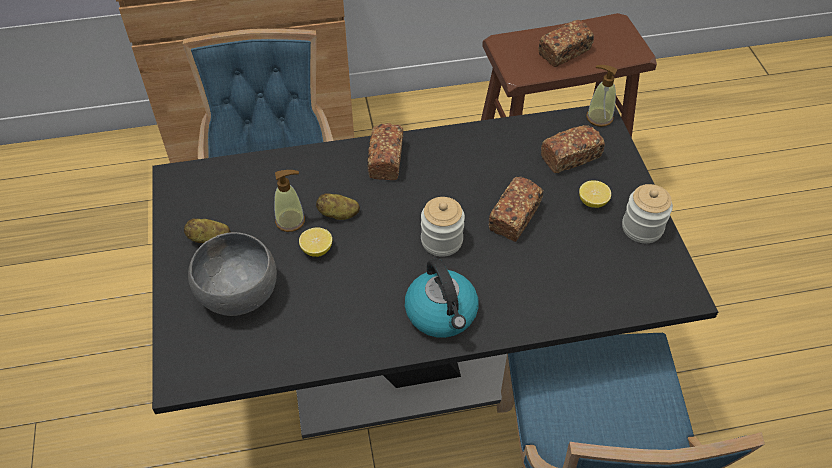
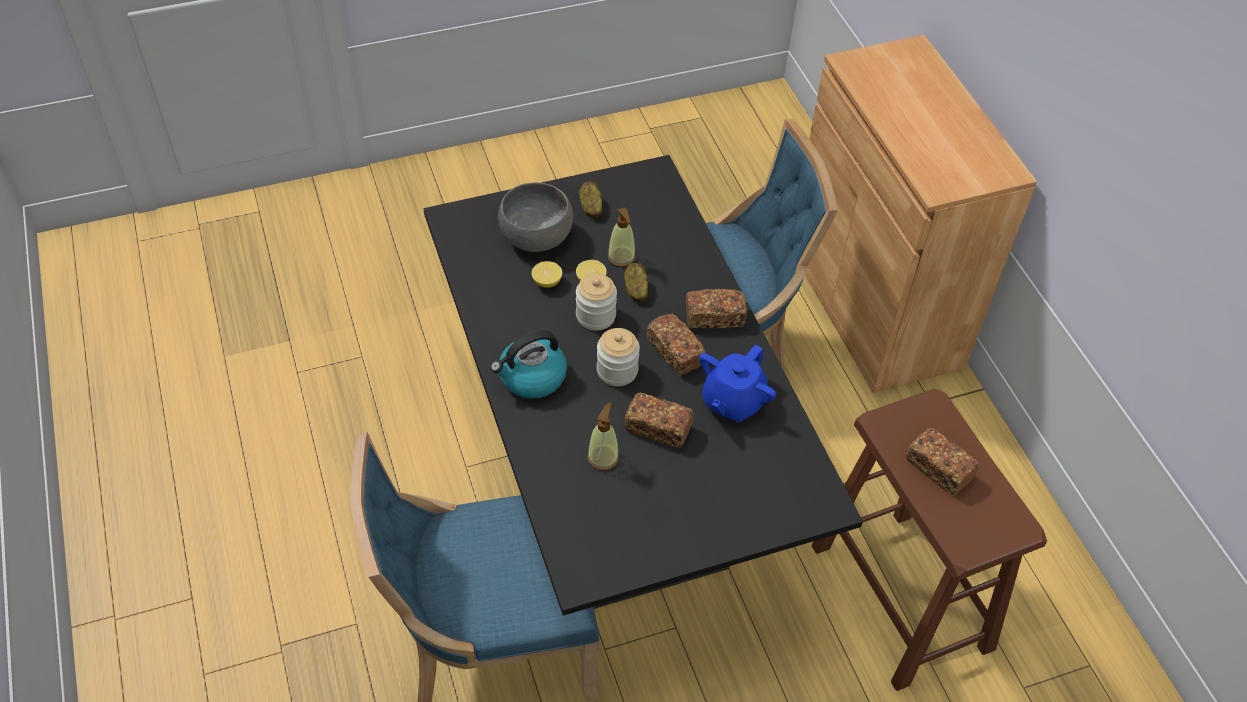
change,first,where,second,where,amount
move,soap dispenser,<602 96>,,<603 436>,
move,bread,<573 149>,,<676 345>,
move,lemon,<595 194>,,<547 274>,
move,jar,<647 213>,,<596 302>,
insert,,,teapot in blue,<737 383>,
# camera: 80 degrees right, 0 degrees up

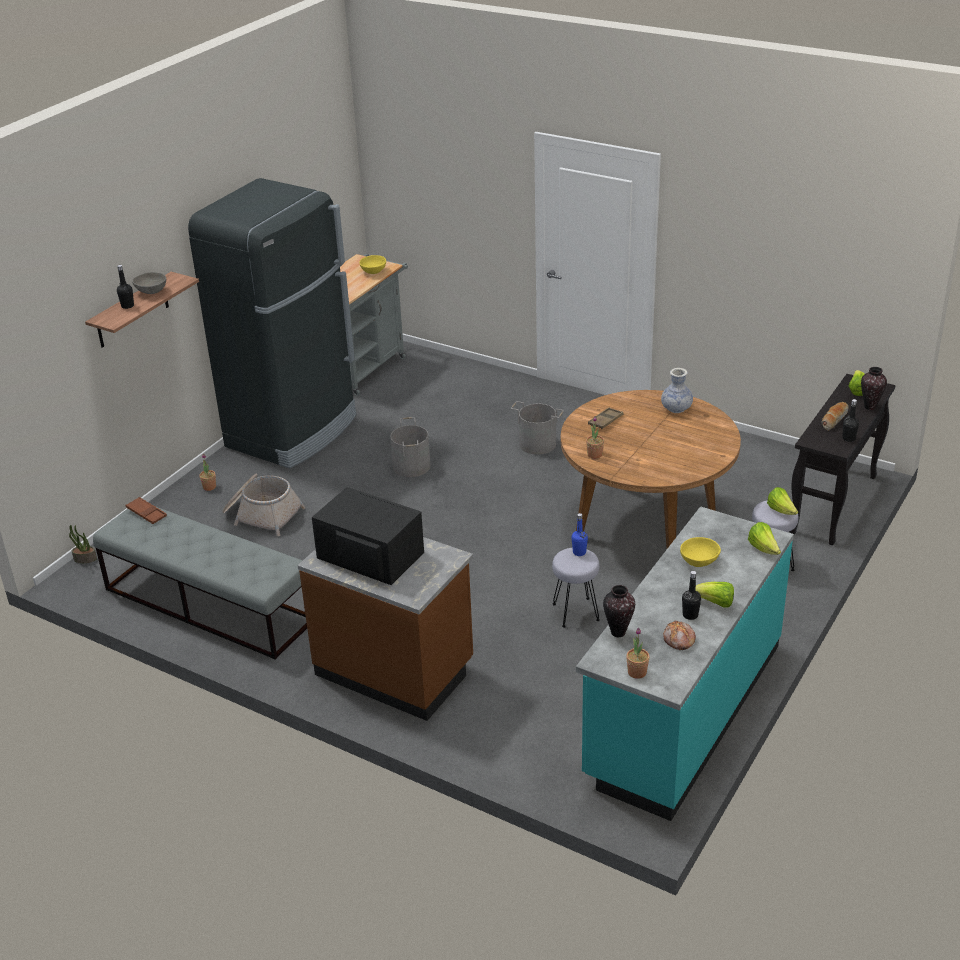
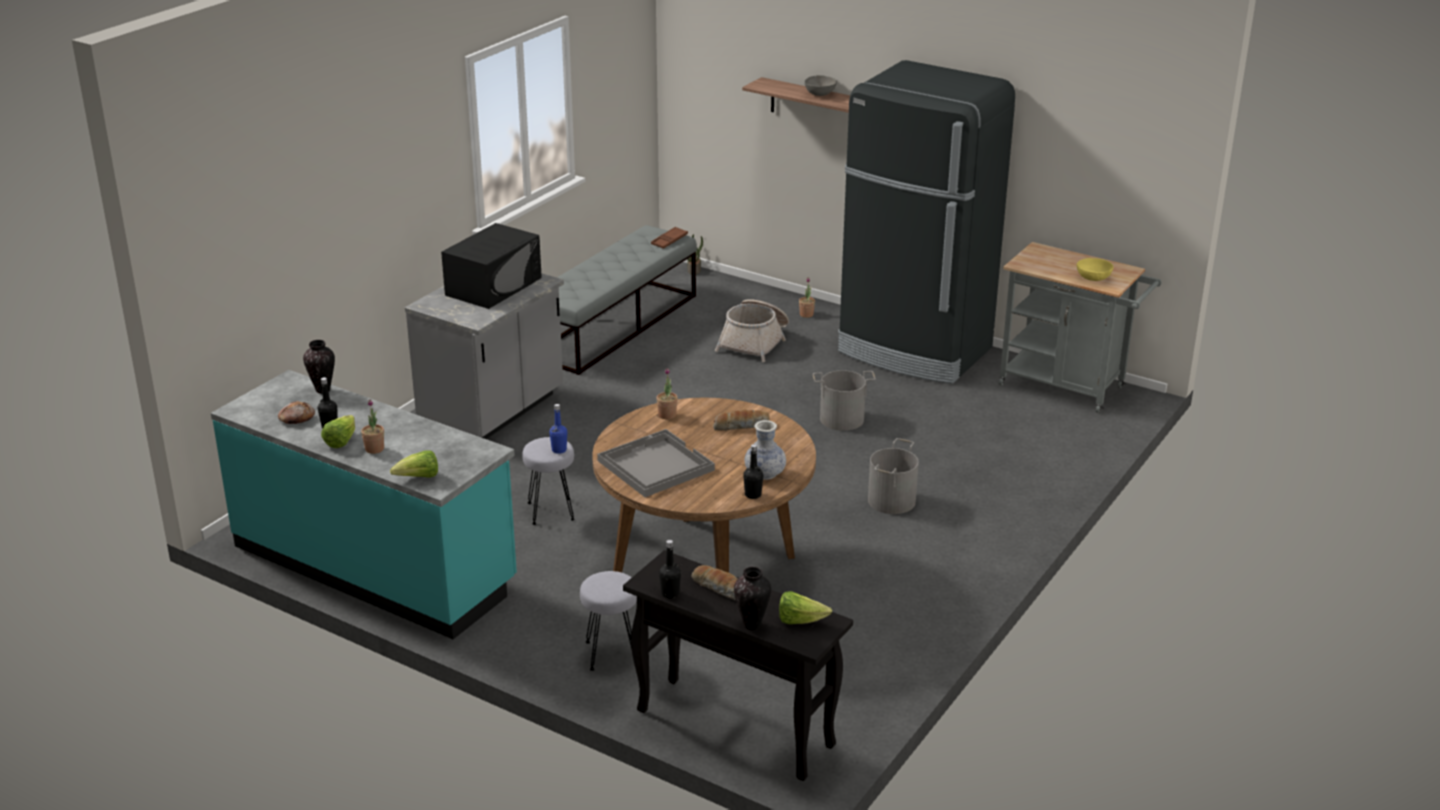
change,first,where,second,where,amount
move,bottle in black,<125 287>,,<753 471>,
replace,tray in brown,<605 418>,bread,<741 420>,
delete,lettuce,<782 501>,,,
recolor,counter in brown,<385 629>,counter in grey,<484 356>,
delete,bowl in yellow,<700 552>,,,
move,potted plant,<637 653>,,<372 426>,
insert,,,tray in grey,<656 463>,
# camera: 90 degrees right, 5 degrees down

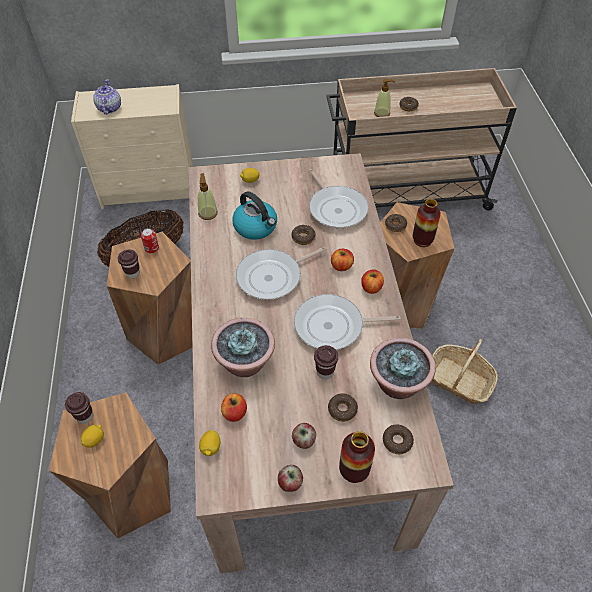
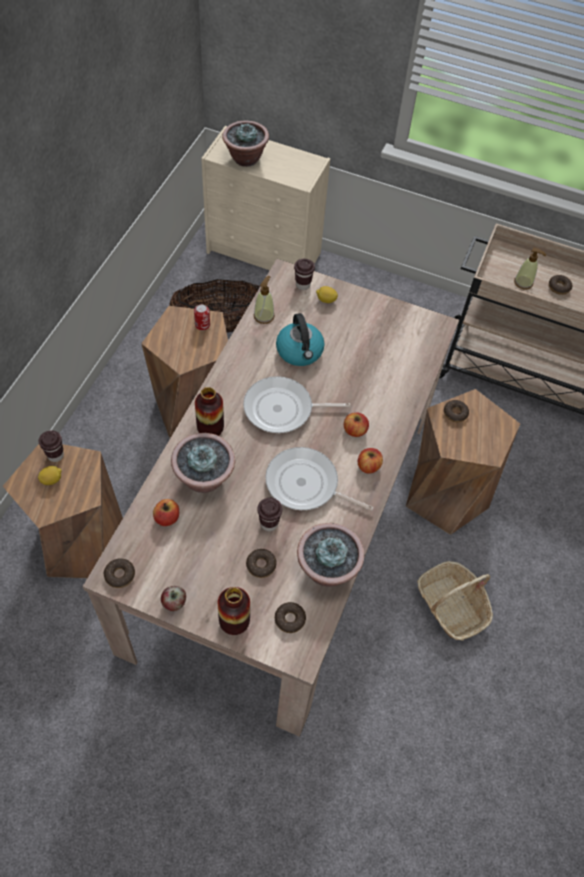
change,first,where,second,where,amount
replace,teapot,<107 97>,potted plant,<245 144>,
delete,frying pan,<338 198>,,,
move,vase,<427 223>,,<209 411>,
move,donut,<304 235>,,<119 573>,
move,cup in brown,<129 264>,,<304 274>,
delete,apple,<304 436>,,,
delete,lemon,<209 443>,,,
# camera: 25 degrees right, 5 degrees up

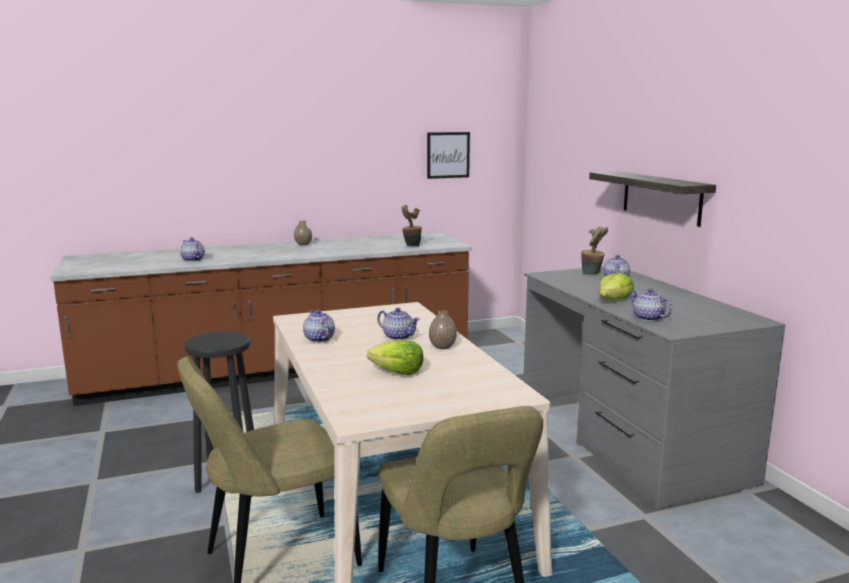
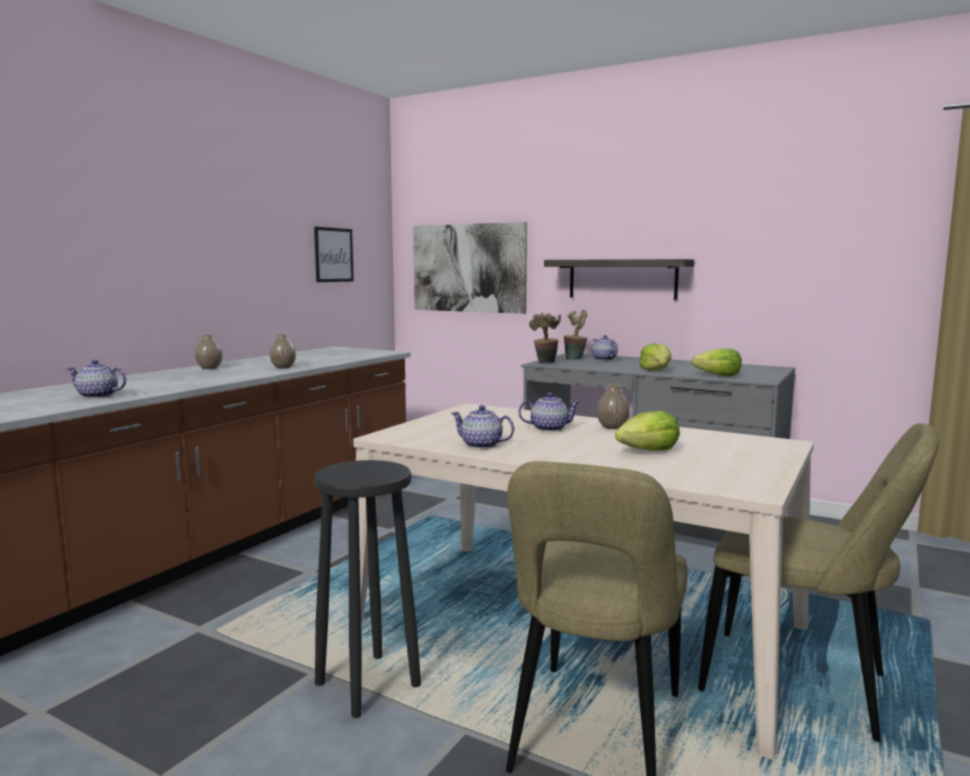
change,first,where,second,where,amount
move,potted plant,<412 225>,,<545 337>,
replace,teapot,<651 304>,lettuce,<717 362>,
insert,,,picture,<470 268>,
insert,,,vase,<283 351>,
# camera: 40 degrees left, 5 degrees down

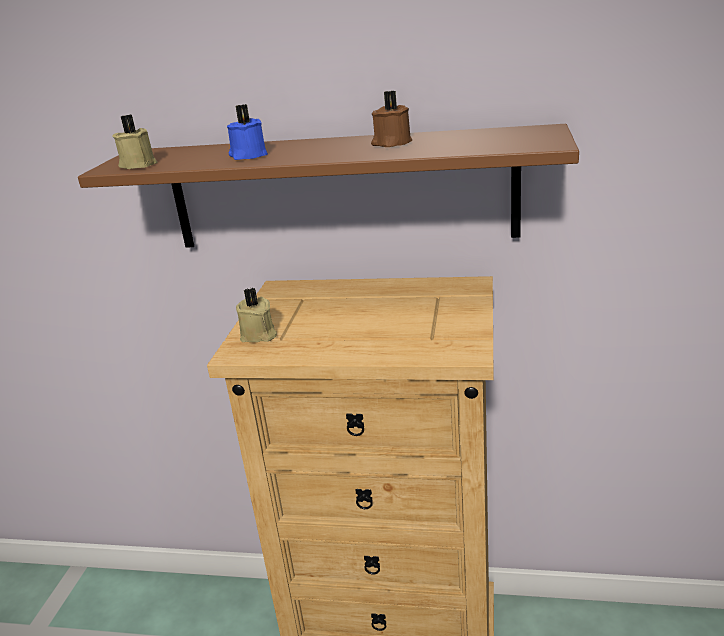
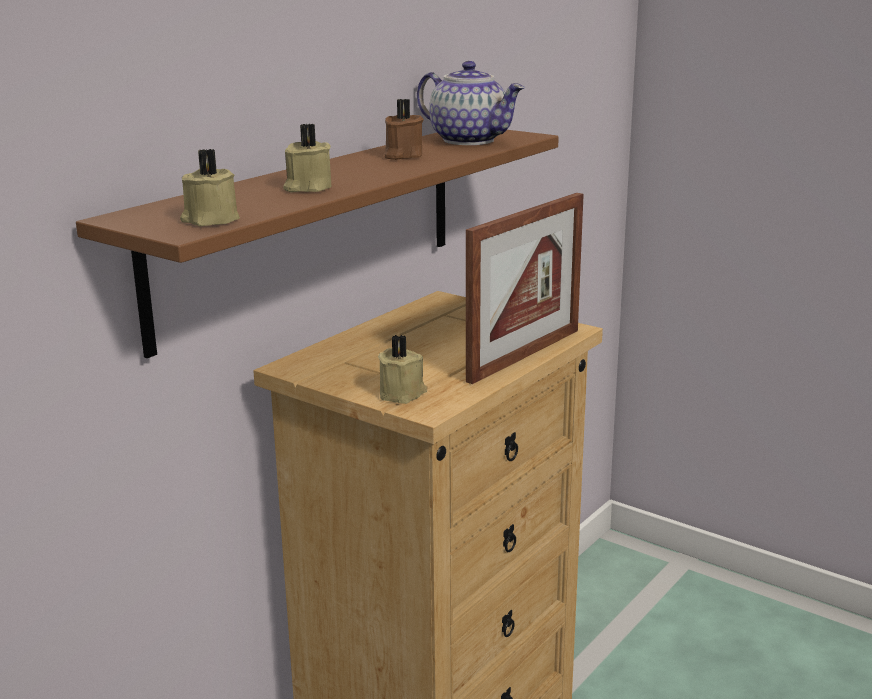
change,first,where,second,where,amount
recolor,candle in blue,<247 132>,candle in beige,<307 158>,
insert,,,teapot,<471 103>,
insert,,,picture frame,<525 288>,
# camera: 65 degrees left, 5 degrees down

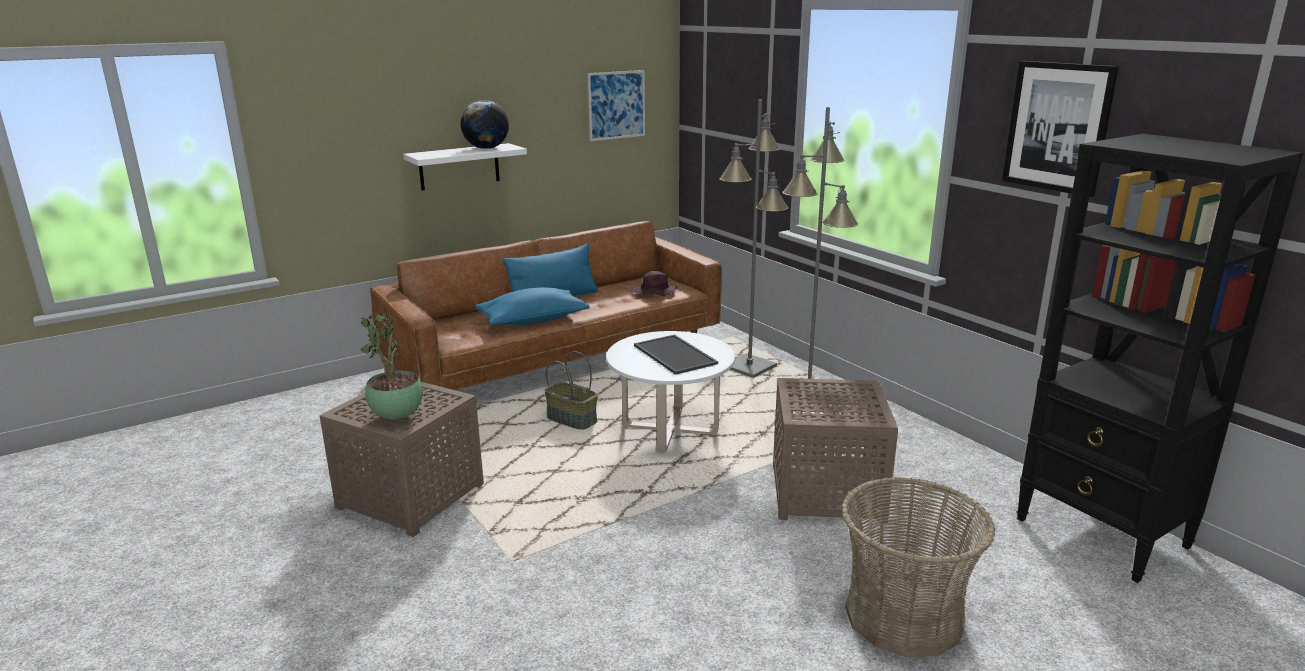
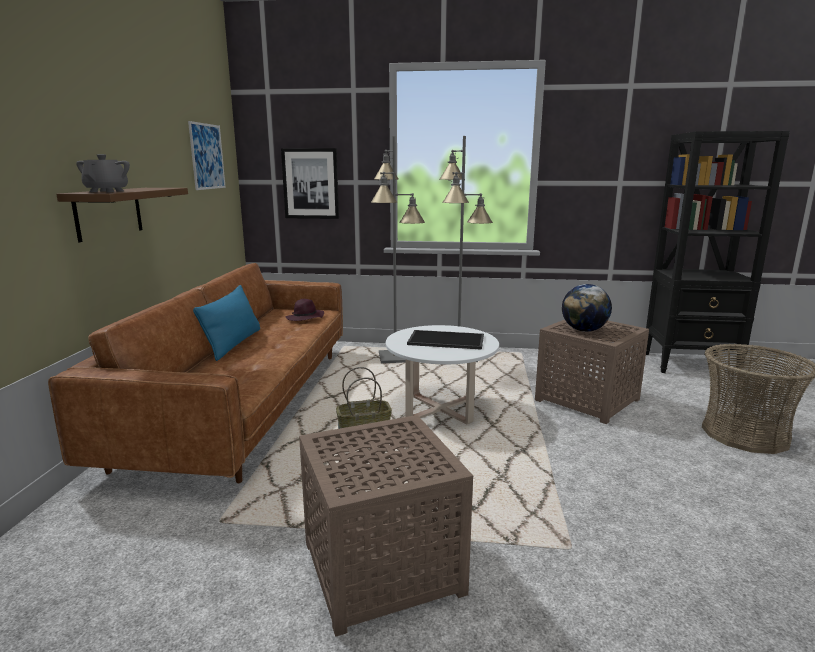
change,first,where,second,where,amount
move,picture,<1060 129>,,<310 183>,
move,globe,<484 124>,,<587 308>,
recolor,shelf in white,<465 167>,shelf in brown,<122 215>,
delete,pillow in blue,<532 306>,,,
delete,potted plant,<392 365>,,,
insert,,,teapot in grey,<103 173>,
# camera: 50 degrees left, 5 degrees down

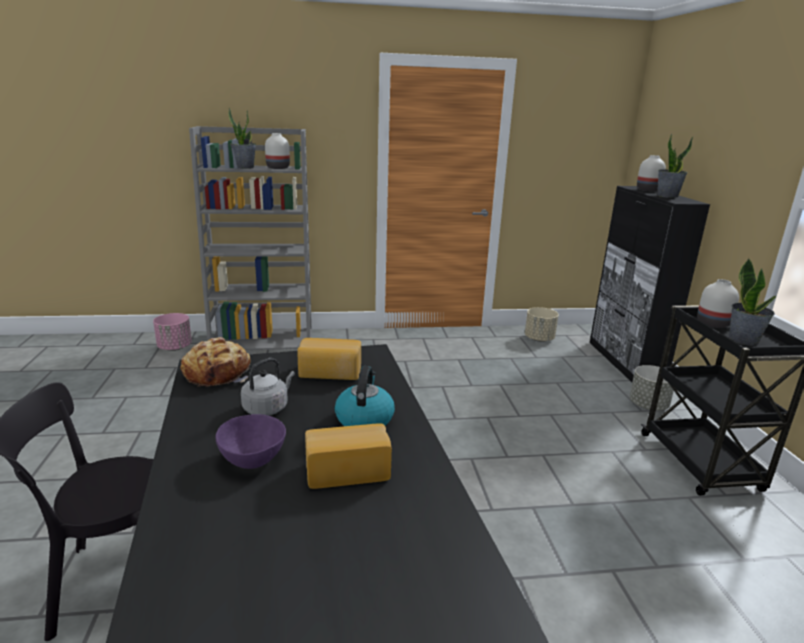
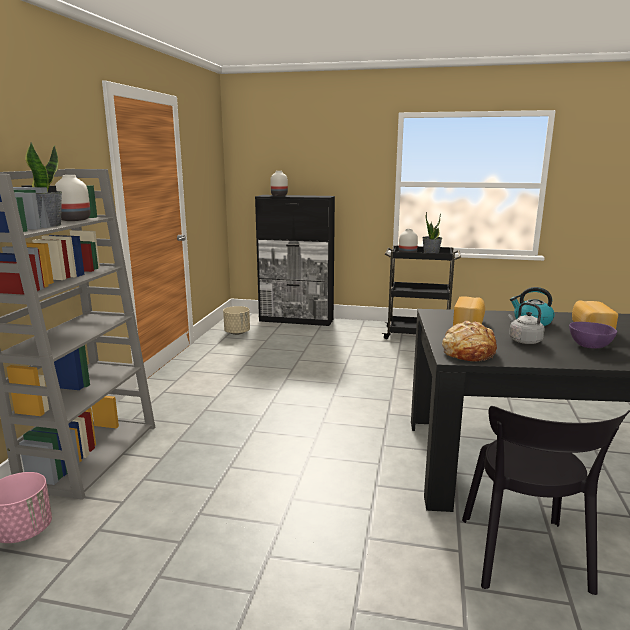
change,first,where,second,where,amount
delete,potted plant,<675 165>,,,
delete,planter in grey,<651 388>,,,
# camera: 70 degrees left, 5 degrees down

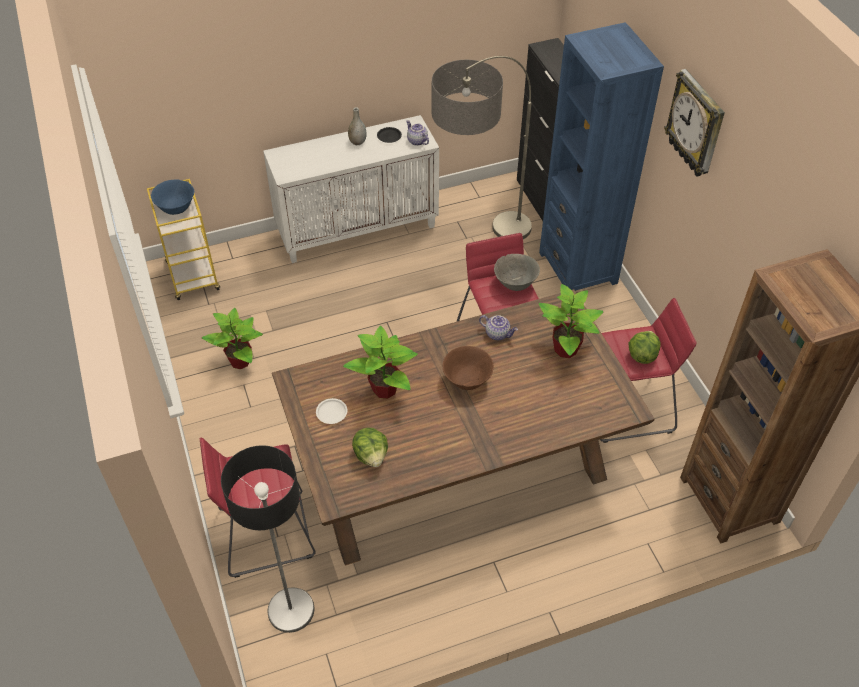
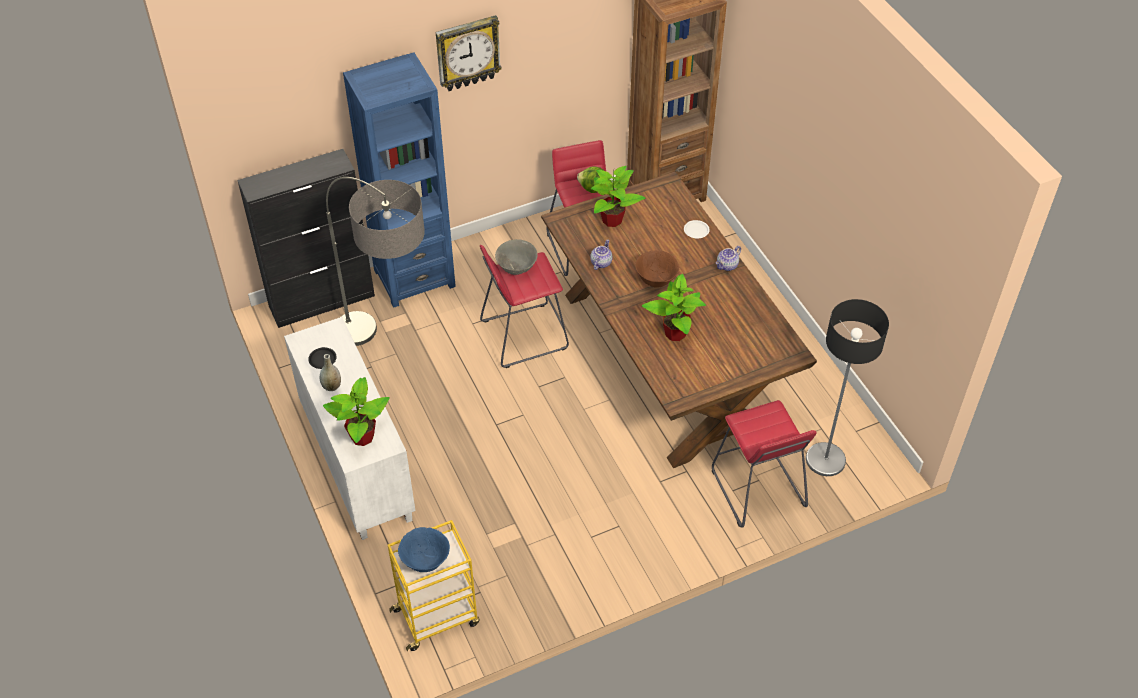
change,first,where,second,where,amount
move,teapot,<417 133>,,<728 258>,
move,potted plant,<232 338>,,<356 411>,
move,plate in white,<331 411>,,<697 229>,
delete,lettuce,<370 447>,,,
# camera: 95 degrees left, 0 degrees up

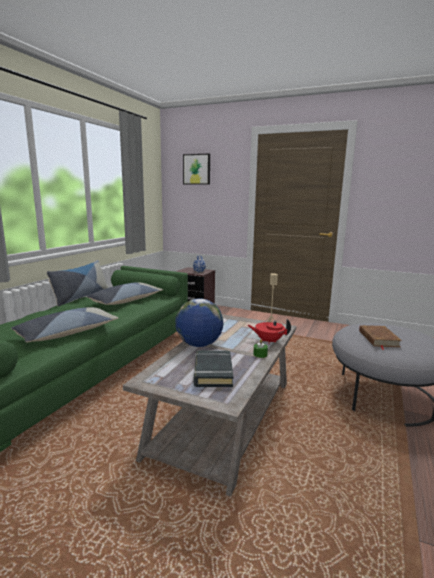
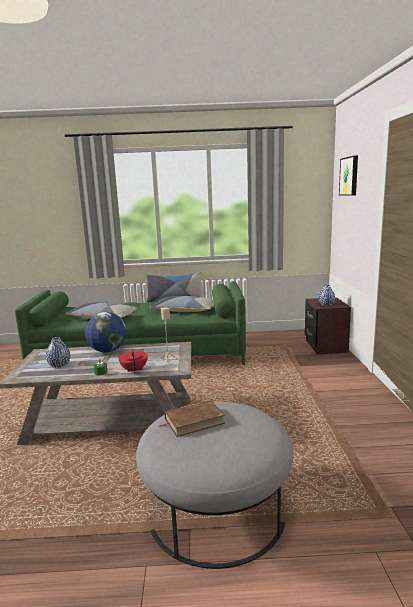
change,first,where,second,where,amount
replace,book in black,<213 368>,vase in blue,<58 352>,
# camera: 65 degrees right, 0 degrees up

